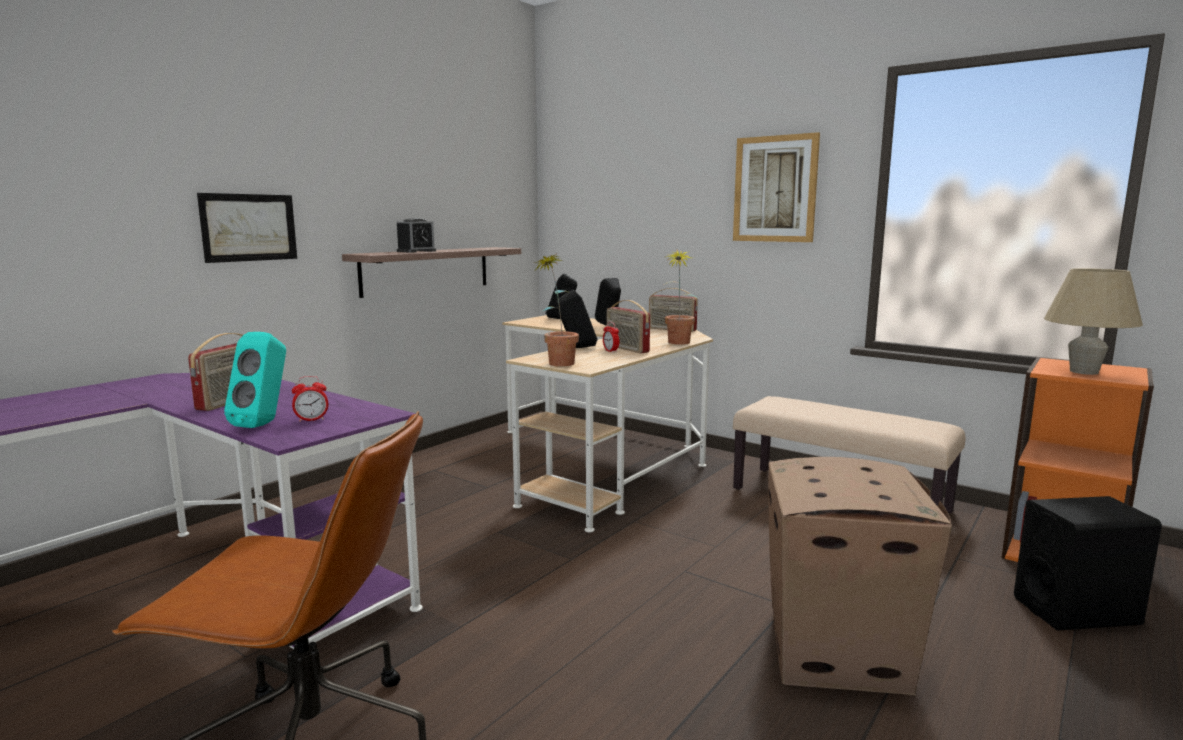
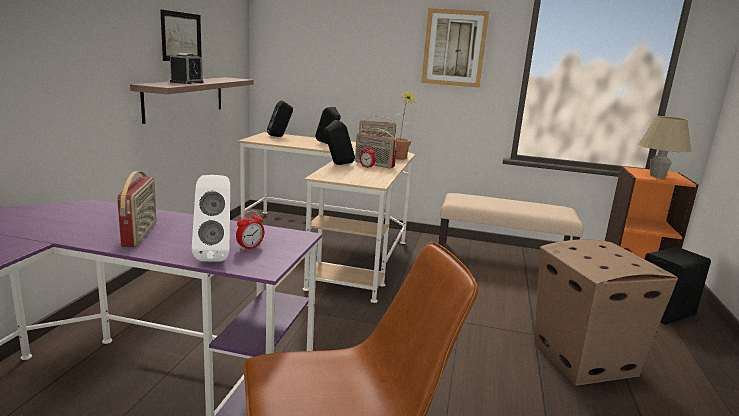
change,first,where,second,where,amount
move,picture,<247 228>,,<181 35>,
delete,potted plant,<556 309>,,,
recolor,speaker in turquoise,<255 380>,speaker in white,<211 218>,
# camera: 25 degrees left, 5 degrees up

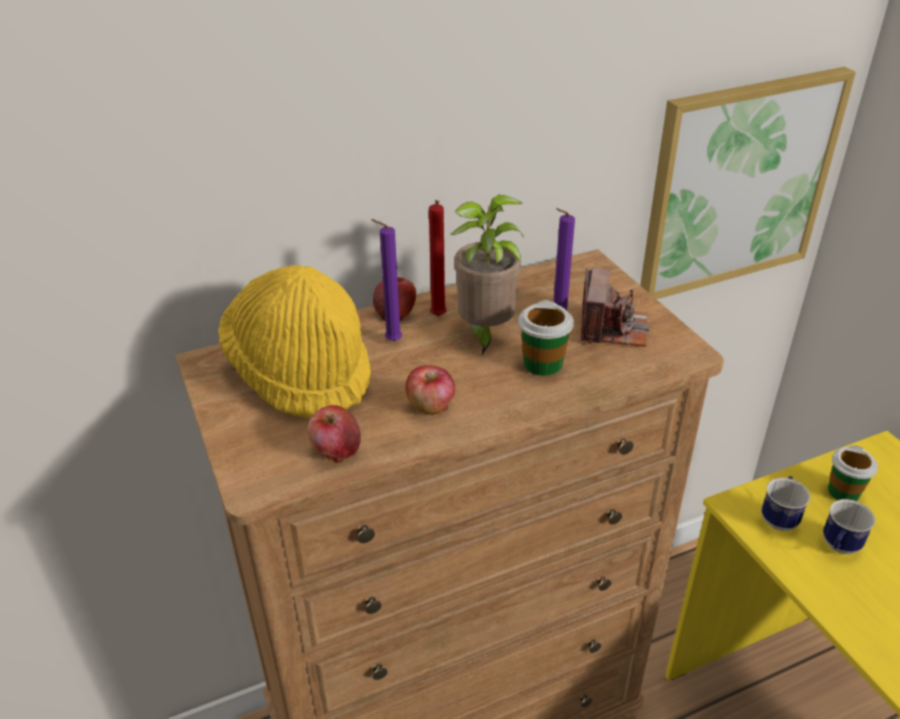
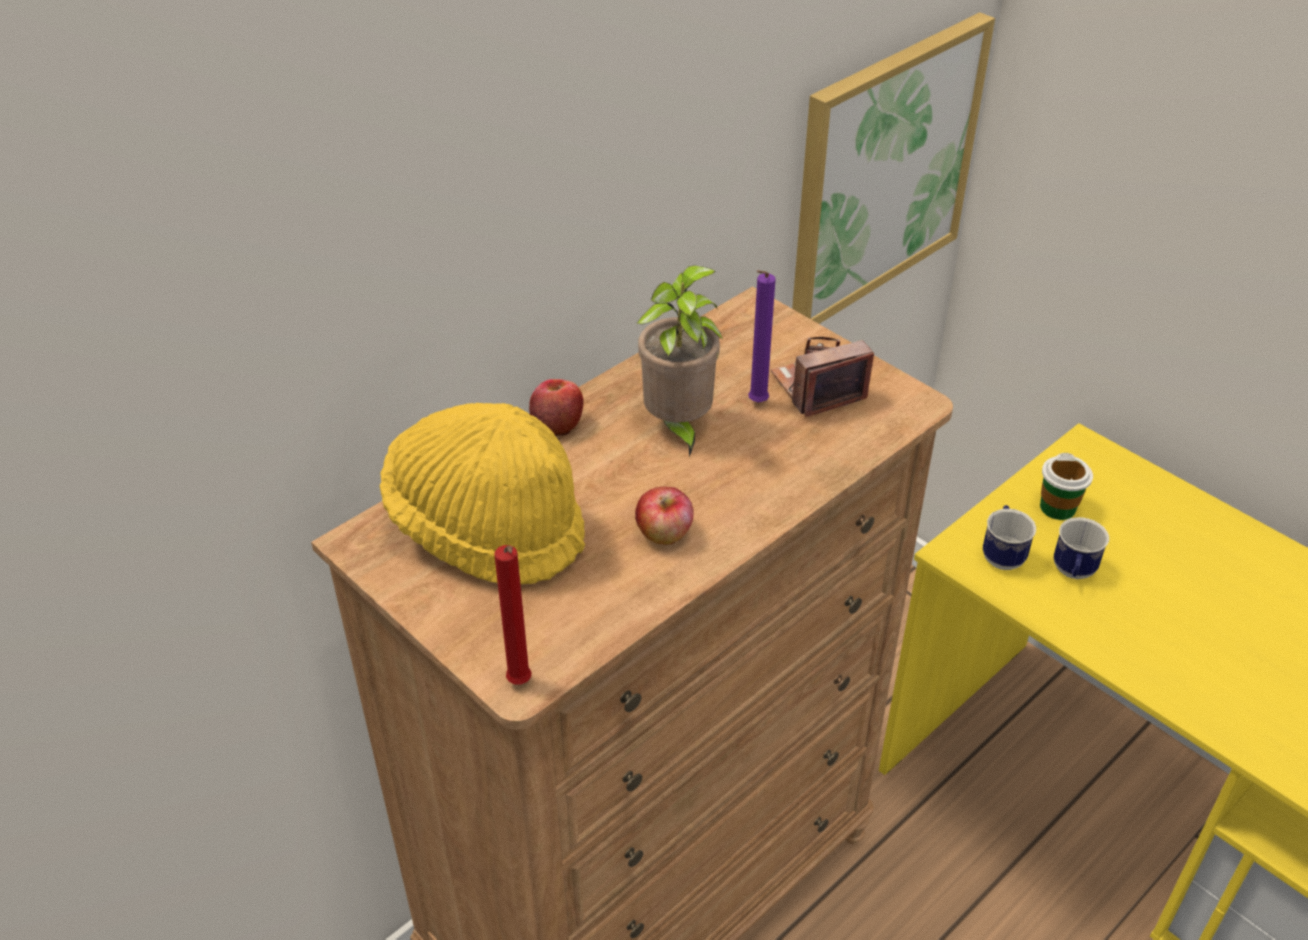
change,first,where,second,where,amount
move,candle in red,<438 258>,,<513 614>,
delete,candle in purple,<386 280>,,,
rotate,photo camera,<615 307>,,<822 377>,105 degrees counterclockwise
delete,cup,<546 338>,,,
delete,apple,<334 434>,,,
# camera: 20 degrees left, 5 degrees up

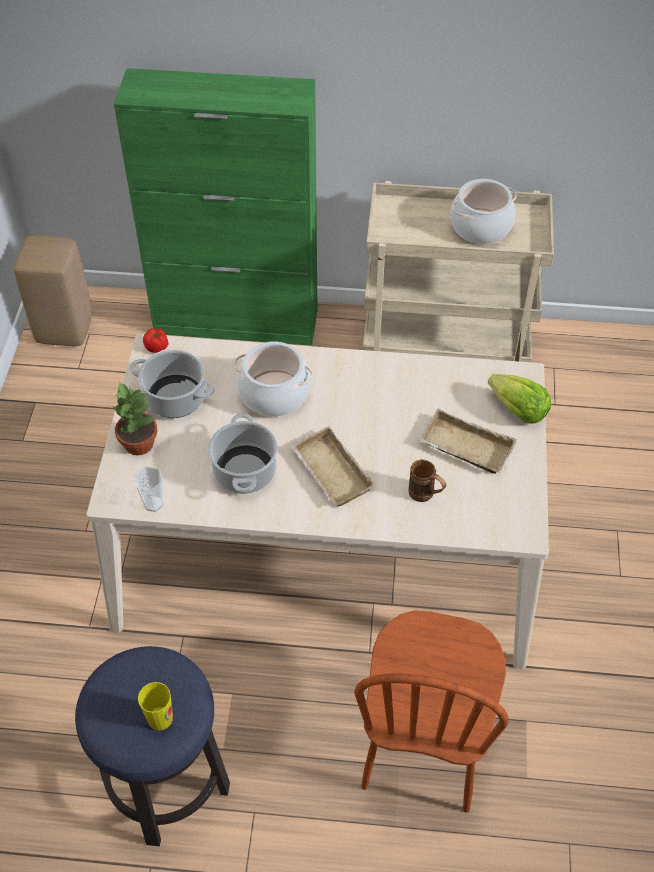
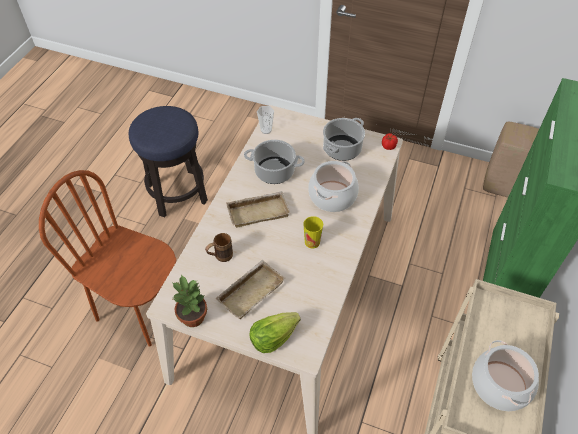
change,first,where,second,where,amount
move,potted plant,<134 418>,,<189 301>,
move,cup,<155 706>,,<313 232>,
# camera: 105 degrees right, 0 degrees up

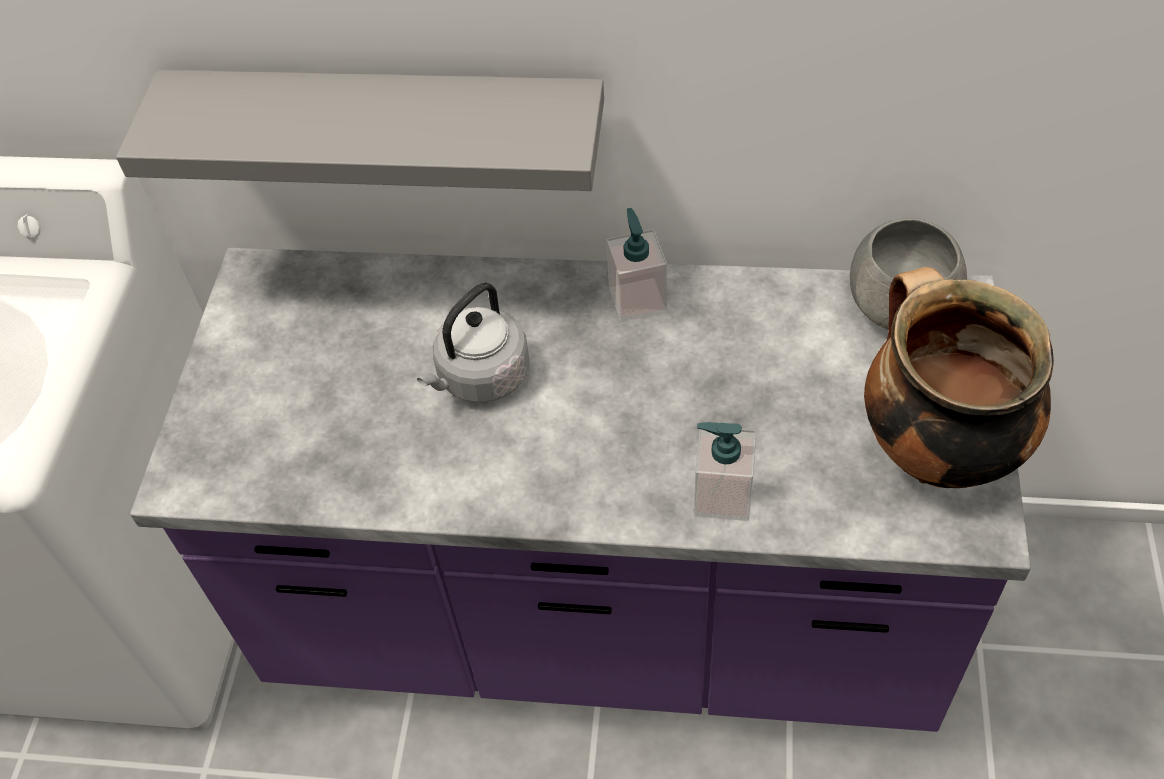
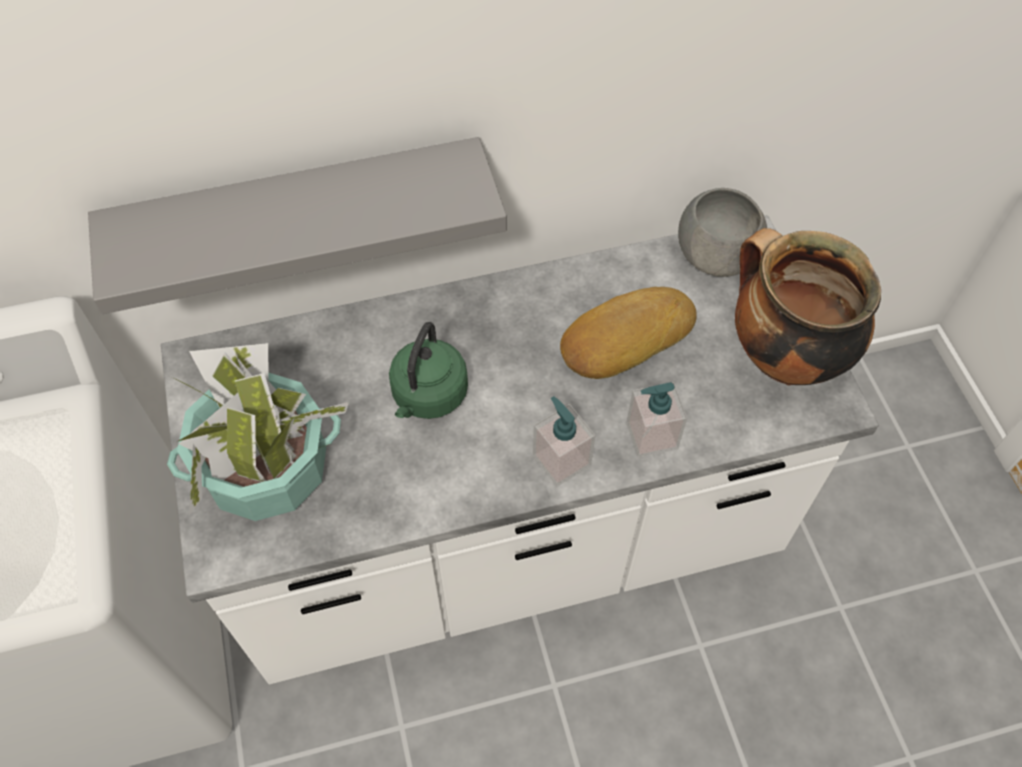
change,first,where,second,where,amount
move,soap dispenser,<636 265>,,<564 441>,
recolor,counter in purple,<580 490>,counter in white,<520 449>,
recolor,kettle in grey,<473 342>,kettle in green,<428 370>,
insert,,,bread,<628 333>,
insert,,,potted plant,<257 432>,
# camera: 25 degrees left, 5 degrees up

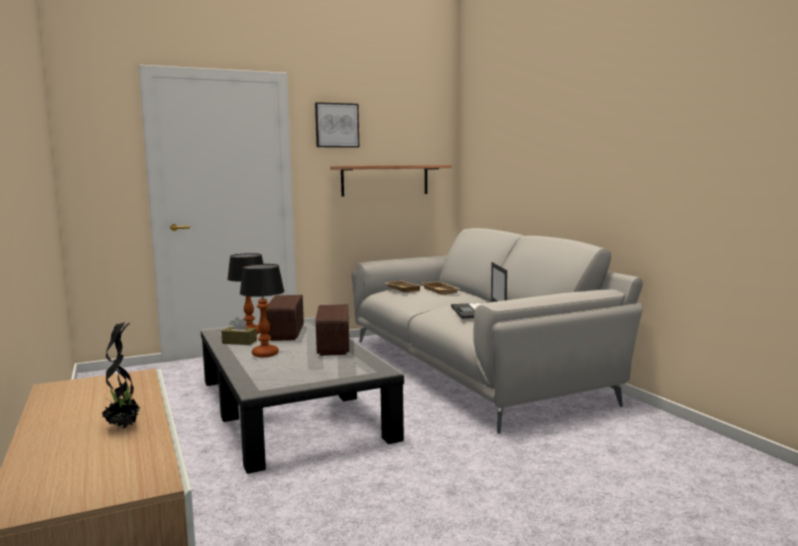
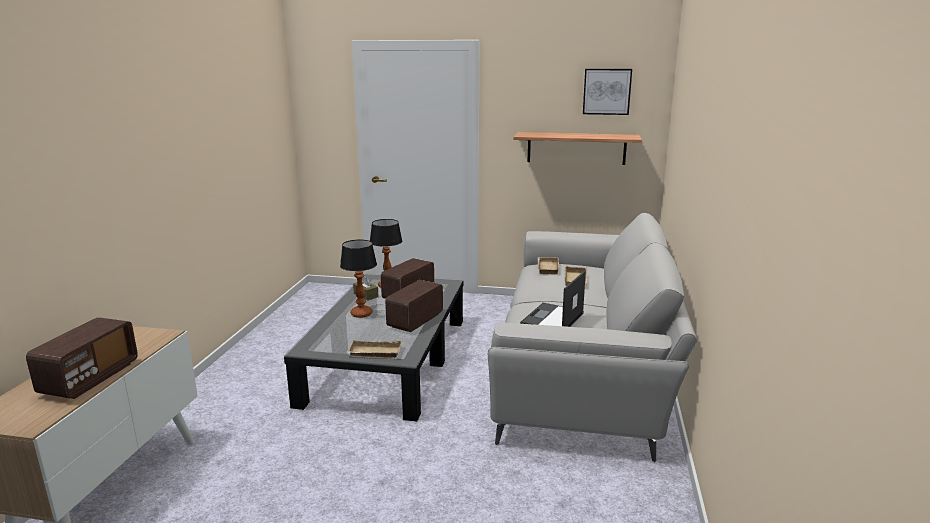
change,first,where,second,where,amount
move,picture,<337 125>,,<607 92>,
replace,potted plant,<122 375>,radio,<82 358>,
insert,,,tray in beige,<374 349>,
# camera: 35 degrees right, 10 degrees up

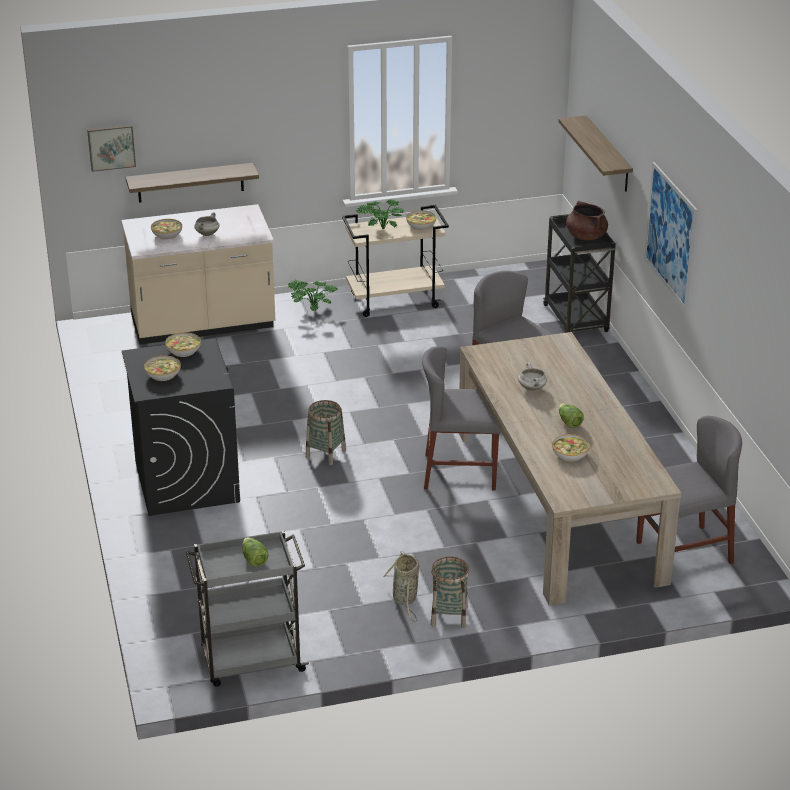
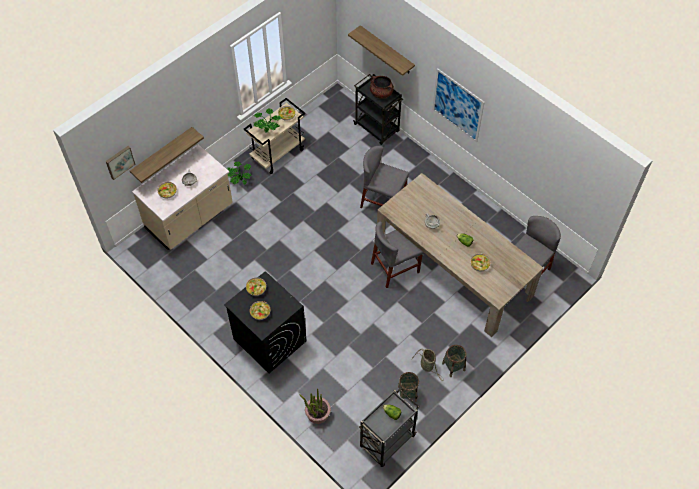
change,first,where,second,where,amount
move,basket,<326 432>,,<408 387>,
insert,,,potted plant,<315 406>,
# camera: 30 degrees left, 25 degrees up

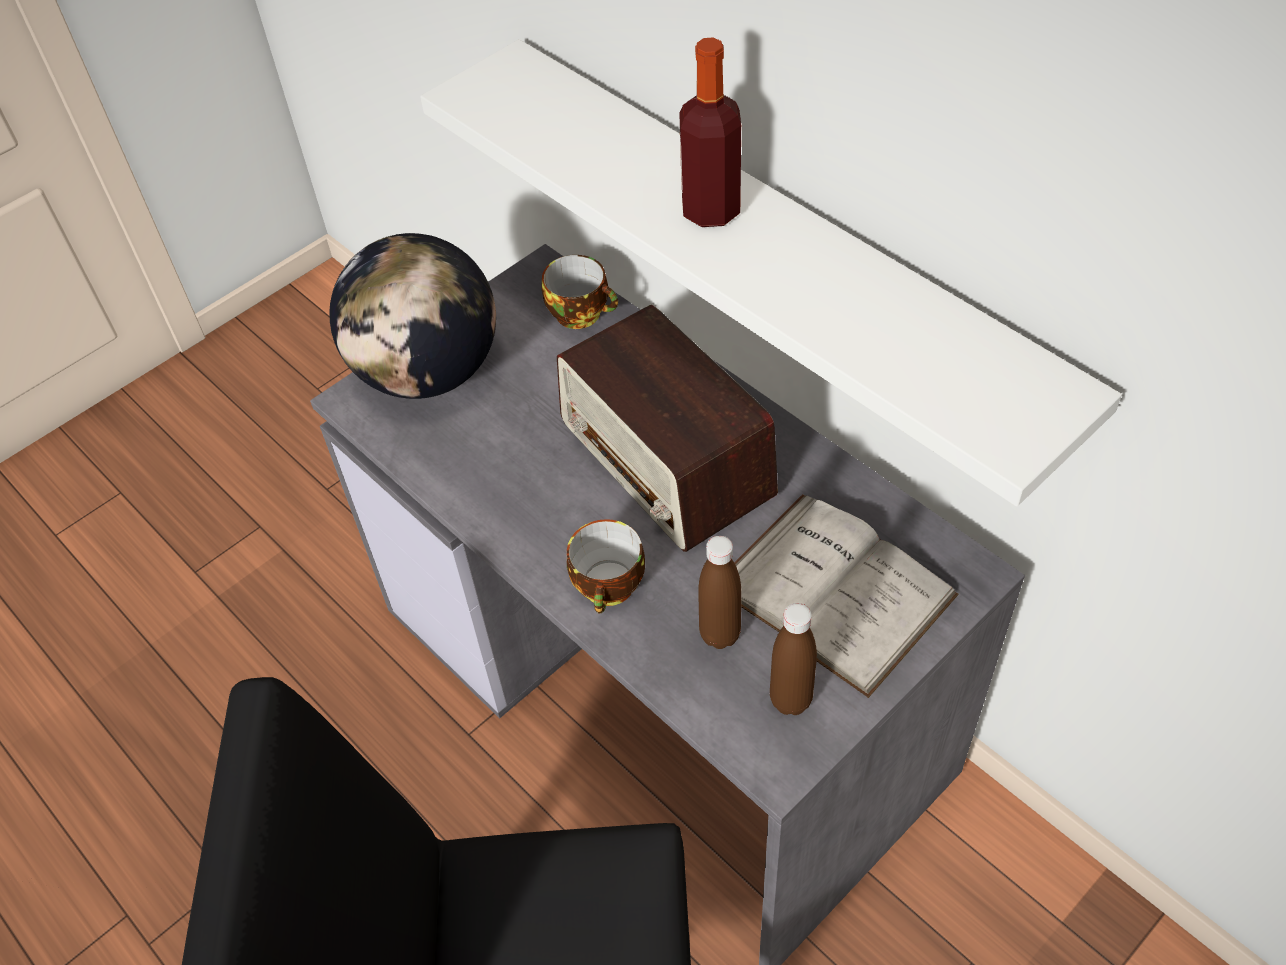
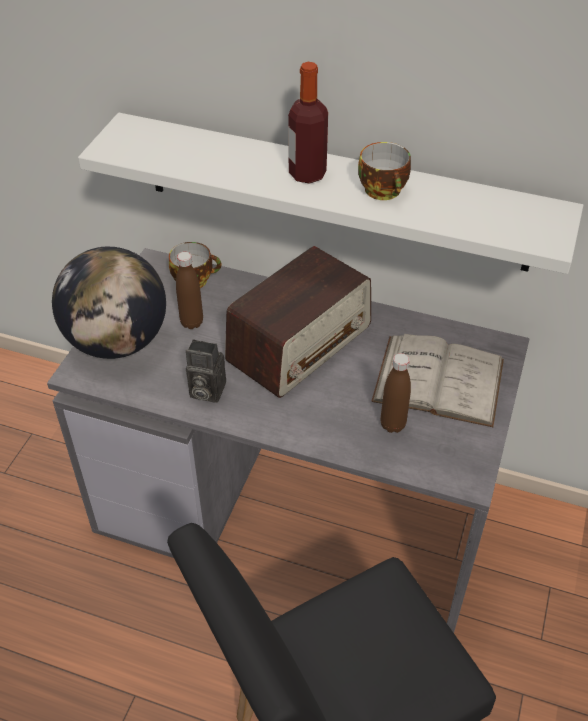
change,first,where,second,where,amount
rotate,radio,<667 428>,,<298 322>,75 degrees counterclockwise
move,cup,<605 566>,,<384 171>,
move,bottle in brown,<793 659>,,<189 290>,
insert,,,photo camera,<206 371>,
# camera: 30 degrees left, 5 degrees down

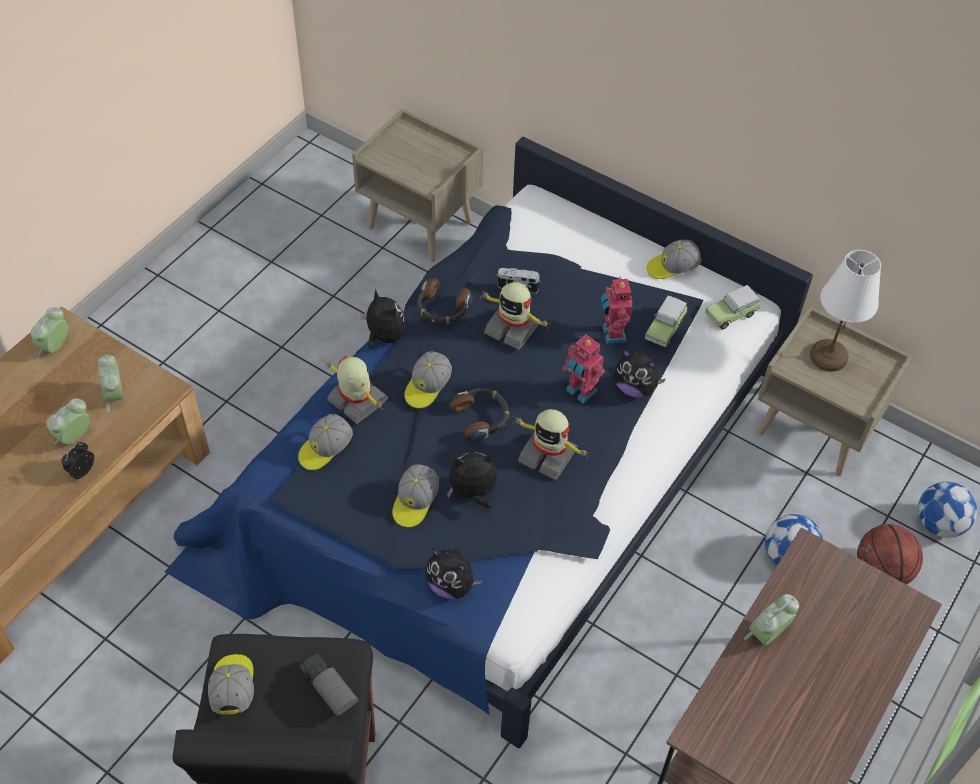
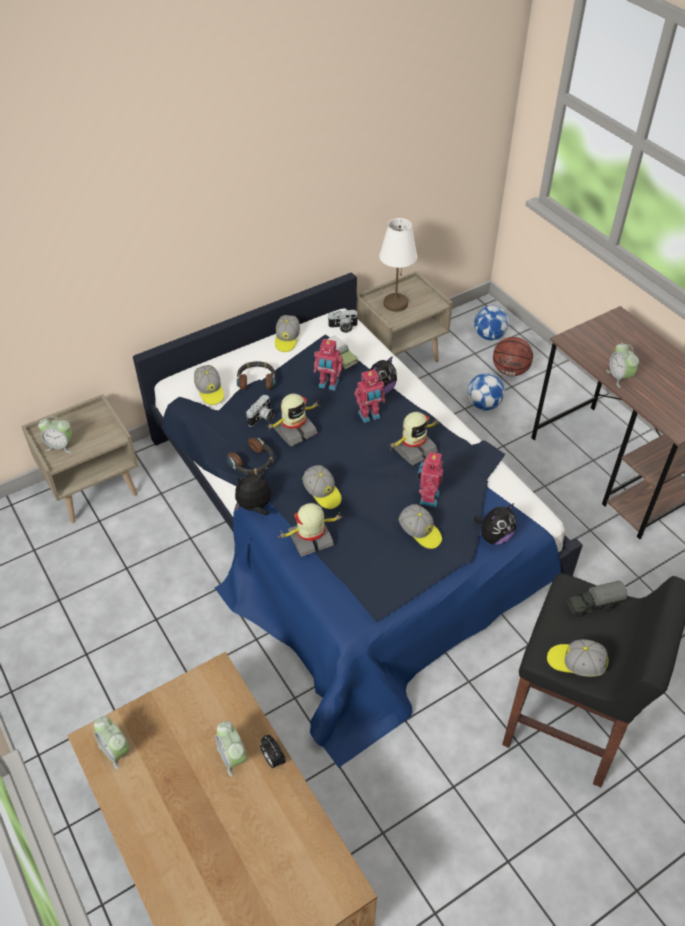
change,first,where,second,where,amount
replace,toy car,<733 307>,photo camera,<342 321>,
move,alarm clock,<110 383>,,<55 434>,
move,headphones,<479 414>,,<256 375>,
move,cap,<325 442>,,<209 385>,
replace,plush toy,<472 480>,toy robot,<430 478>,
# camera: 65 degrees left, 5 degrees down

